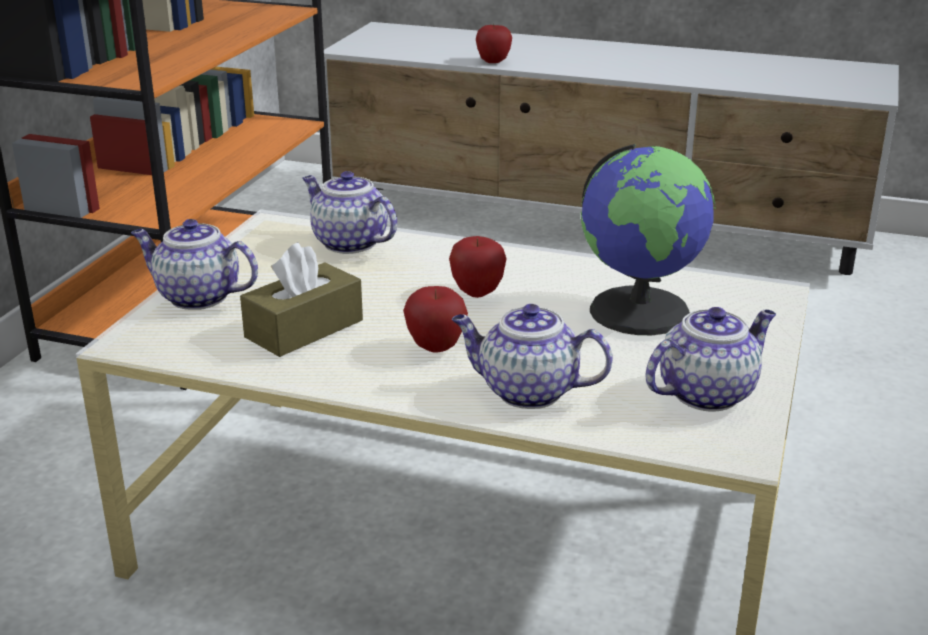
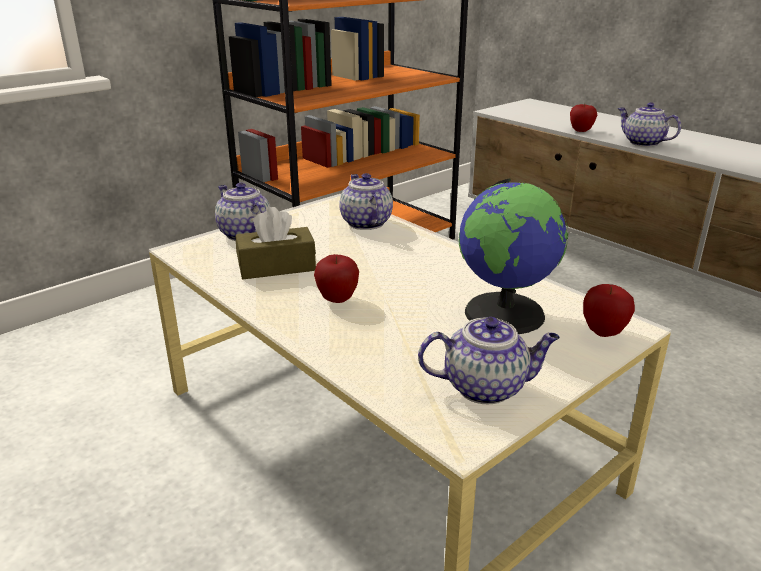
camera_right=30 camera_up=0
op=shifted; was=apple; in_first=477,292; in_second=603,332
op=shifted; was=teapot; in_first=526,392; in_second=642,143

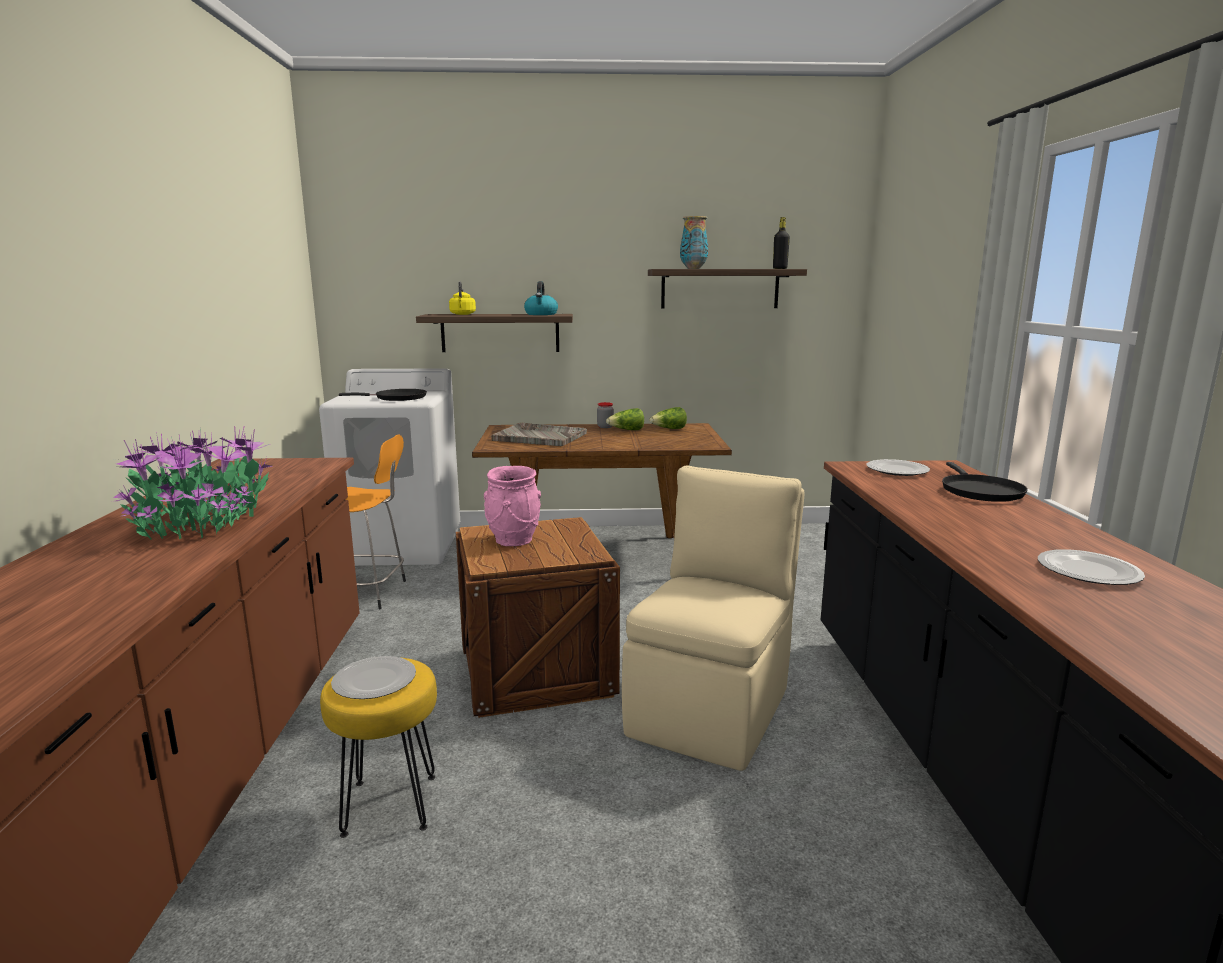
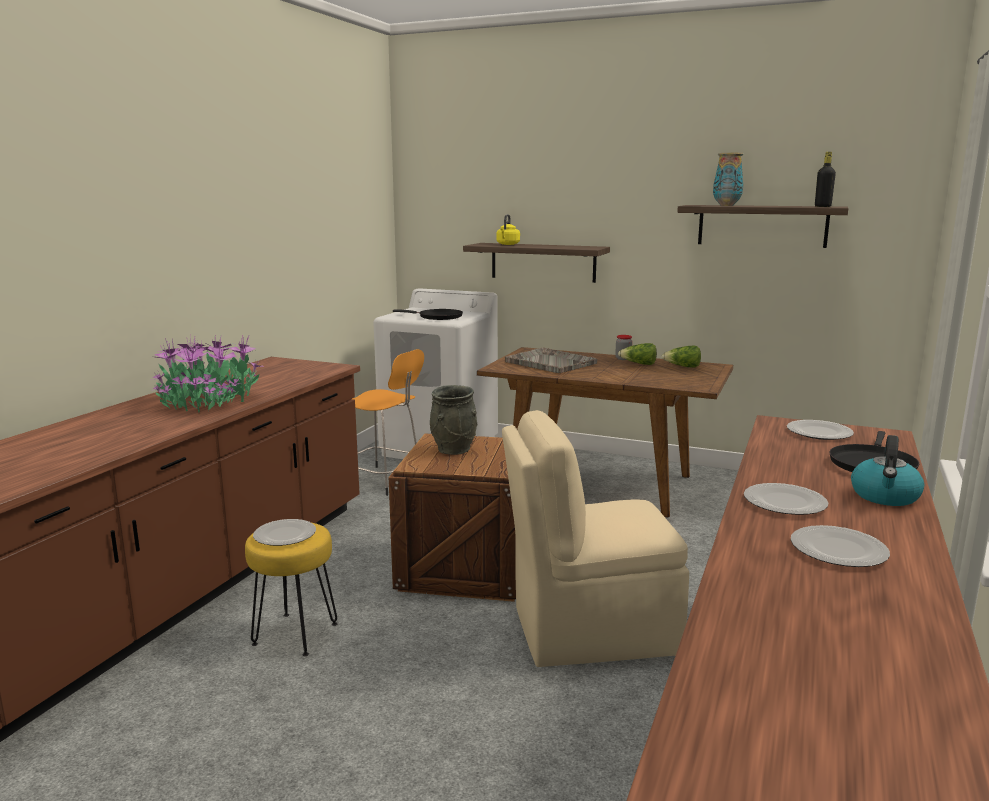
camera_right=25 camera_up=0
op=new; now=plate; in_second=786,502
op=shifted; was=kettle; in_first=541,314; in_second=885,496
op=repainted; was=pink vase; now=grey vase; in_first=513,540; in_second=453,449
op=rotated; was=beige chair; in_first=712,709; in_second=589,630; clockwise=-150

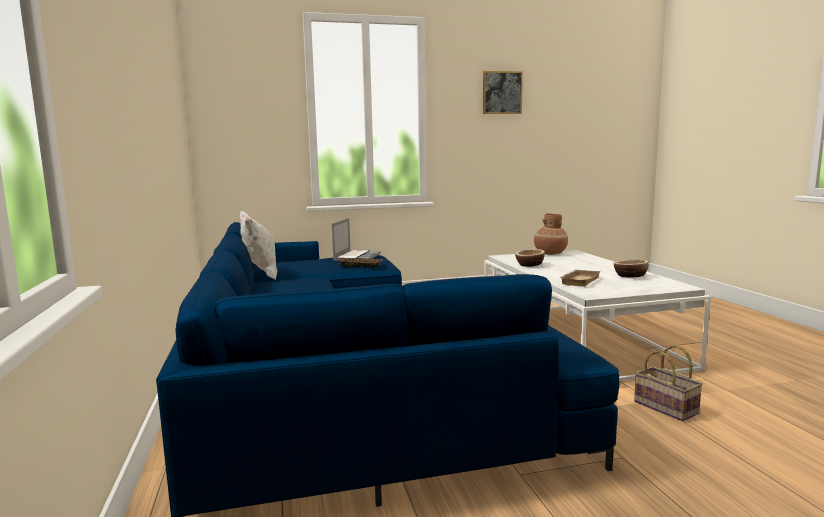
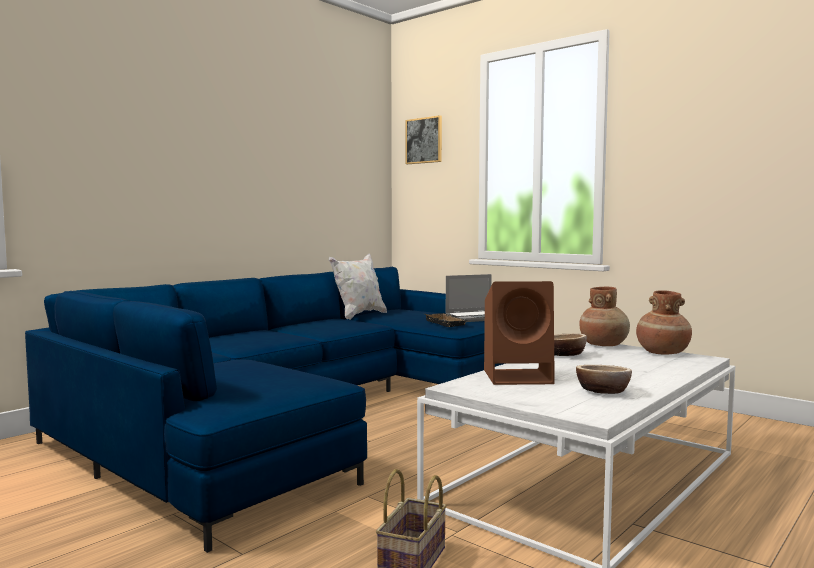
camera_right=55 camera_up=-5
op=new; now=brown vase; in_second=604,345
op=shifted; was=picture; in_first=502,92; in_second=424,140
op=swapped; was=beige tray; now=brown speaker; in_first=578,281; in_second=519,377

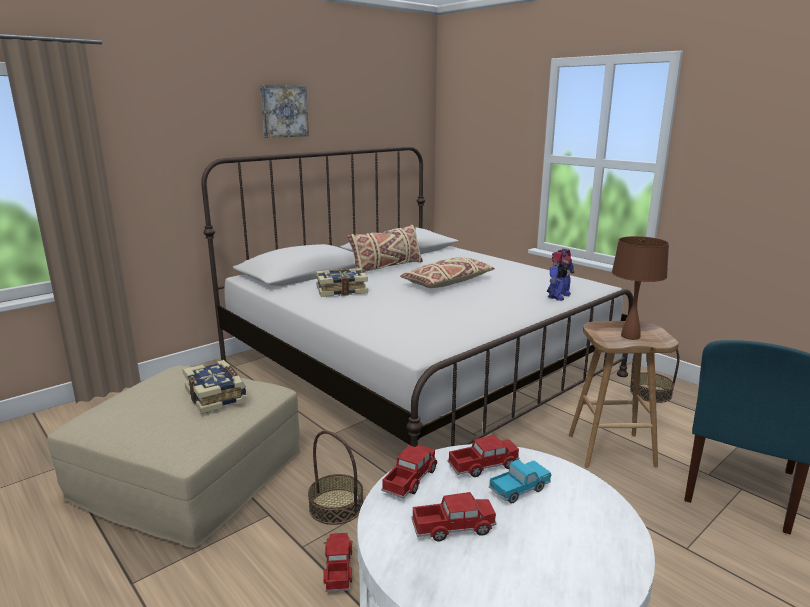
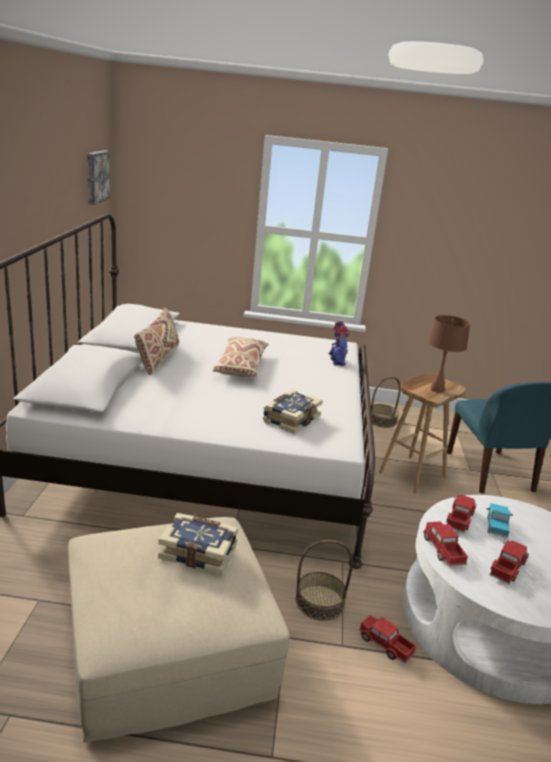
camera_right=-45 camera_up=5
op=shifted; was=picture; in_first=283,111; in_second=96,176
op=shifted; was=book; in_first=341,290; in_second=290,419

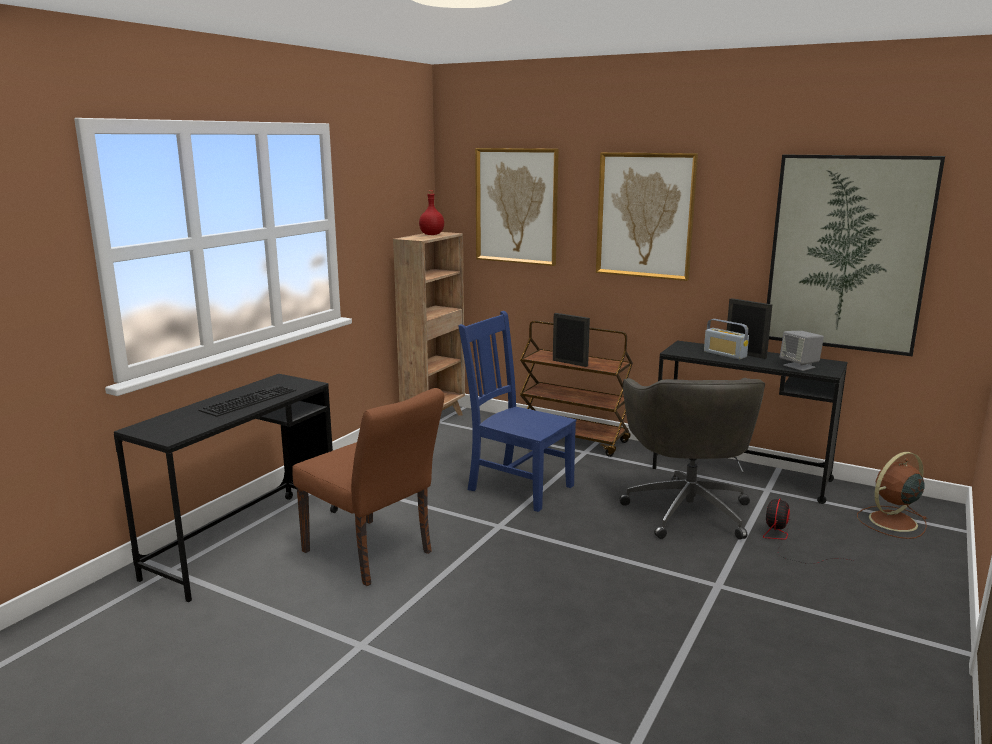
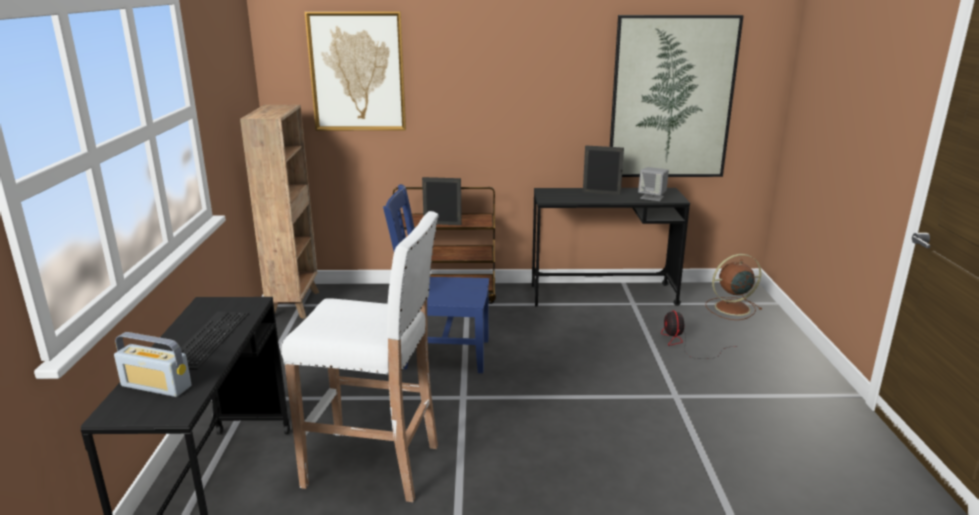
camera_right=-30 camera_up=5
op=gone; was=red bottle; in_first=431,234
op=gone; was=picture; in_first=645,215
op=gone; was=grey office chair; in_first=687,510
op=shifted; was=radio; in_first=725,354; in_second=156,386
op=swapped; was=brown chair; now=white stool; in_first=373,555; in_second=375,466
op=rotated; was=brown fan; in_first=891,522; in_second=731,308; clockwise=45

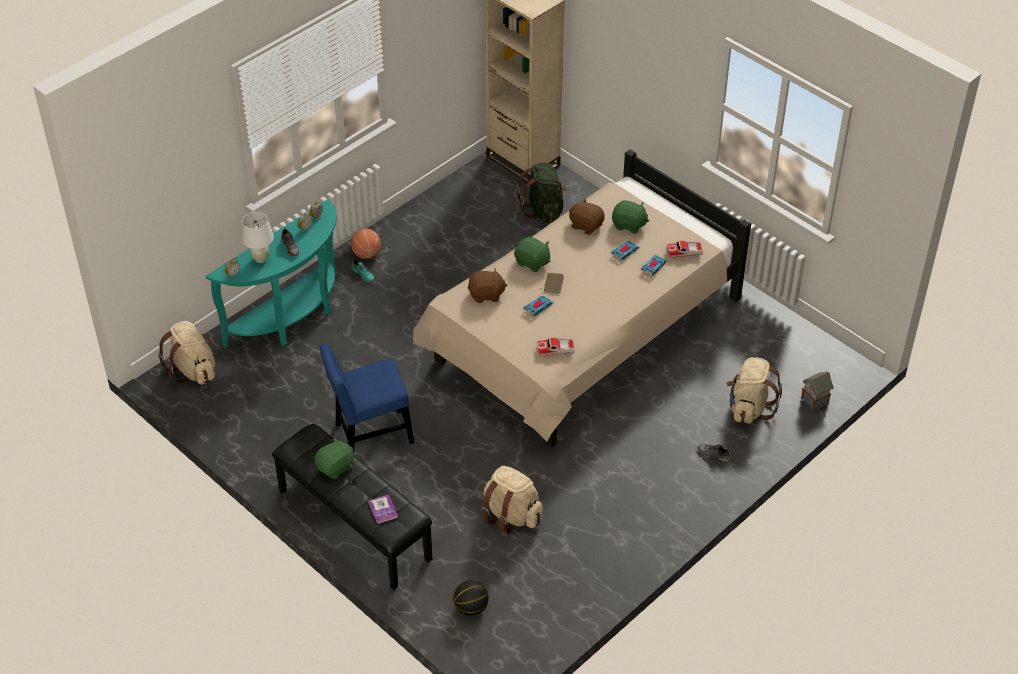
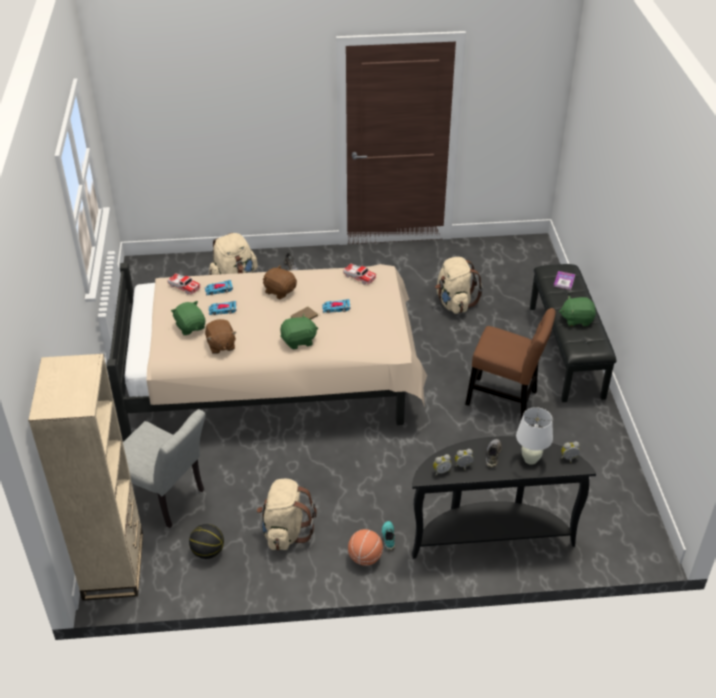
camera_right=-140 camera_up=-5
op=gone; was=toy house; in_first=815,401
op=shifted; was=beige backpack; in_first=193,370; in_second=285,531
op=shifted; was=basketball; in_first=471,607; in_second=208,552
op=shifted; was=brown plush toy; in_first=486,295; in_second=280,291
op=swapped; was=green backpack; now=grey chair; in_first=543,210; in_second=166,499
op=repainted; was=turquoise console table; now=black console table; in_first=291,317; in_second=490,534
op=repainted; was=blue chair; now=brown chair; in_first=370,435; in_second=505,399
op=rotated; was=green plush toy; in_first=532,262; in_second=299,341; clockwise=90

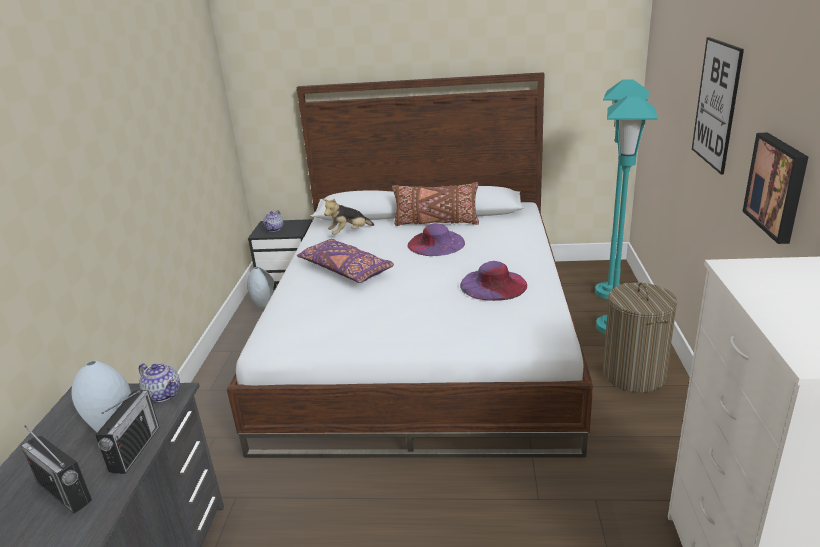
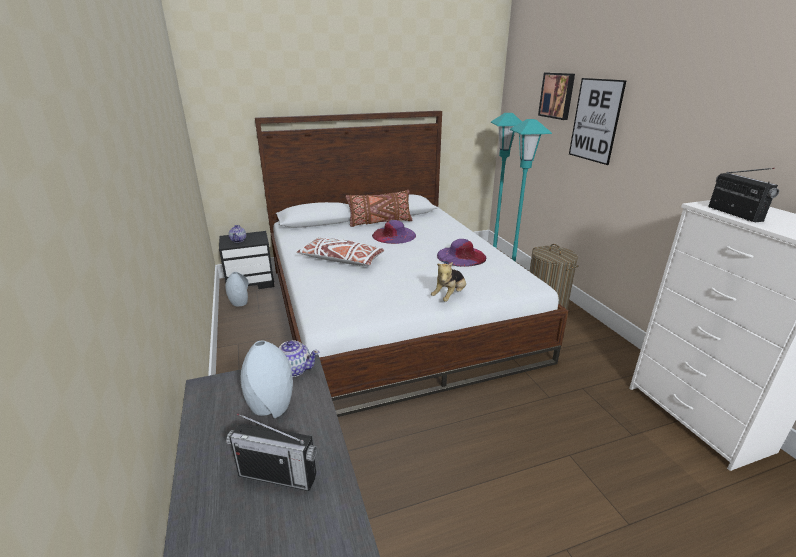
camera_right=-25 camera_up=0
op=shifted; was=radio; in_first=135,449; in_second=734,214
op=shifted; was=plush toy; in_first=349,233; in_second=449,296
op=shifted; was=picture; in_first=778,186; in_second=557,95
op=repainted; was=purple pillow; now=white pillow; in_first=346,271; in_second=341,260

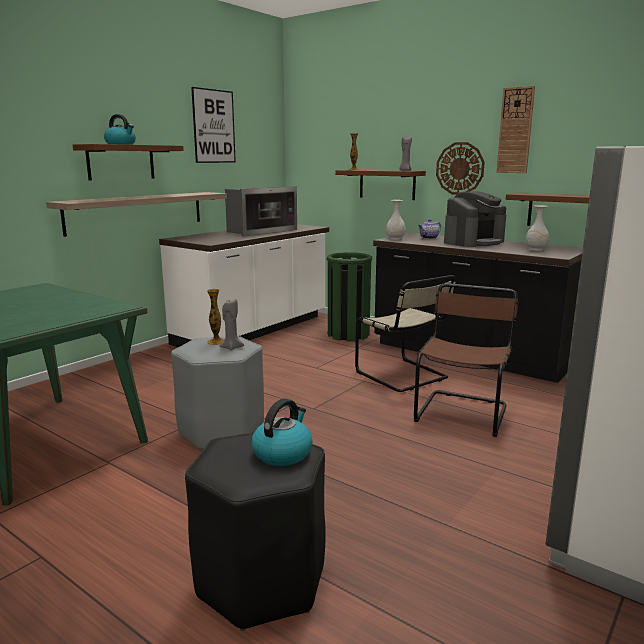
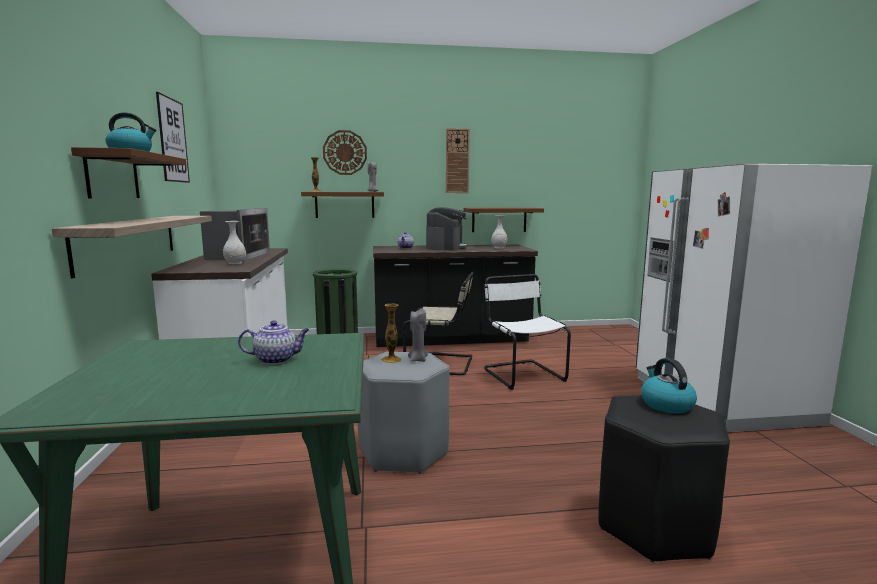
camera_right=-45 camera_up=-5
op=new; now=teapot; in_second=276,359
op=shifted; was=white vase; in_first=395,239; in_second=235,263
op=shifted; was=wall clock; in_first=460,168; in_second=345,152
op=repainted; was=brown chair; now=white chair; in_first=462,412; in_second=522,374

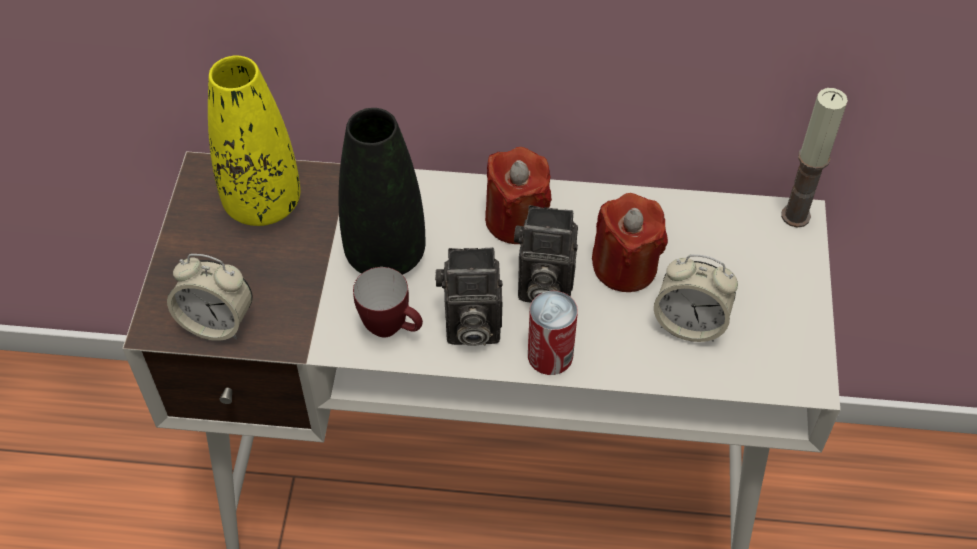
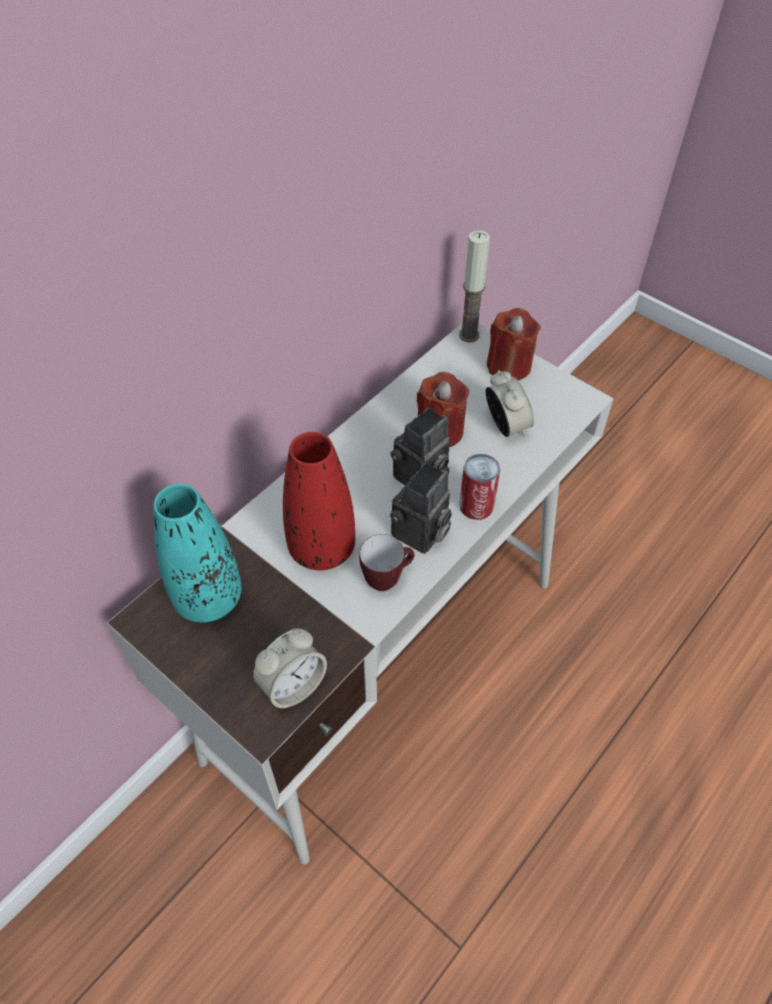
camera_right=-55 camera_up=0
op=shifted; was=red candle; in_first=516,220; in_second=509,365
op=repainted; was=yellow vase; now=turquoise vase; in_first=263,204; in_second=208,598
op=repainted; was=black vase; now=red vase; in_first=385,255; in_second=322,548
op=rotated; was=alarm clock; in_first=690,323; in_second=506,426; clockwise=-75

